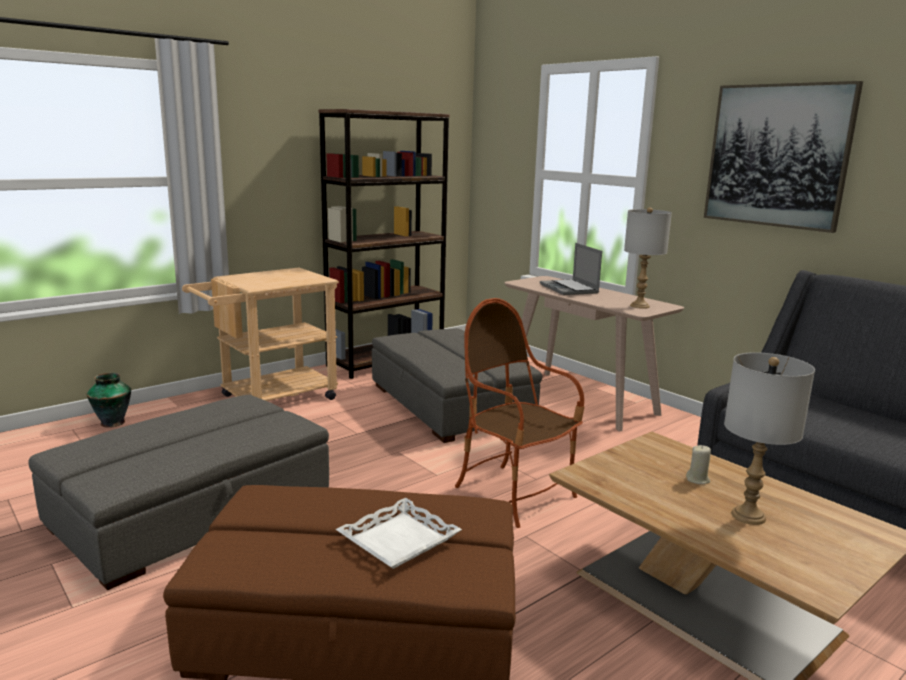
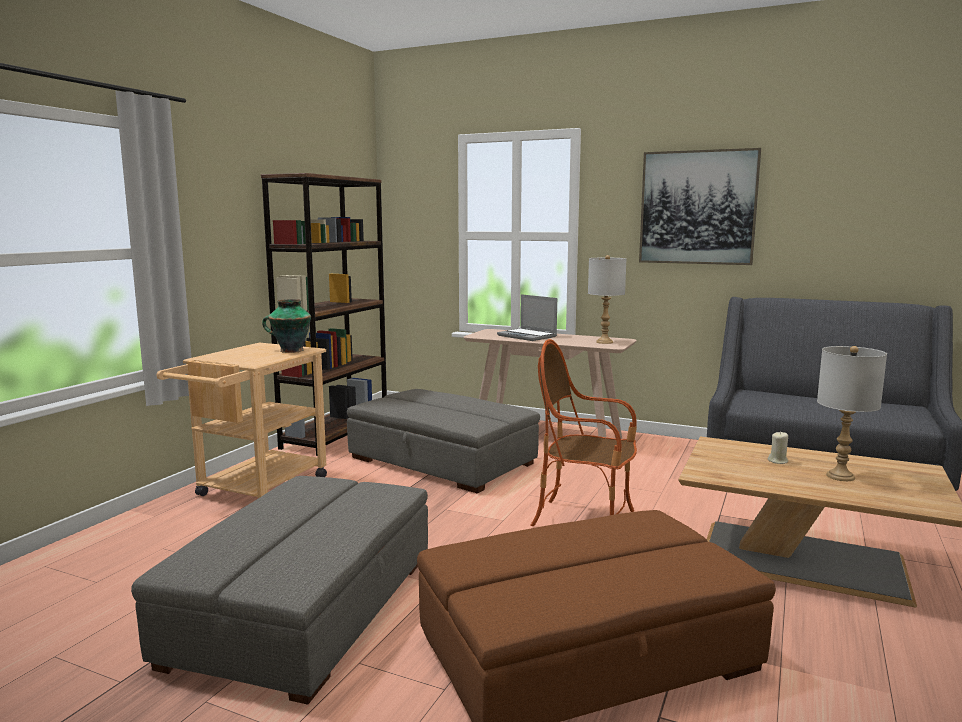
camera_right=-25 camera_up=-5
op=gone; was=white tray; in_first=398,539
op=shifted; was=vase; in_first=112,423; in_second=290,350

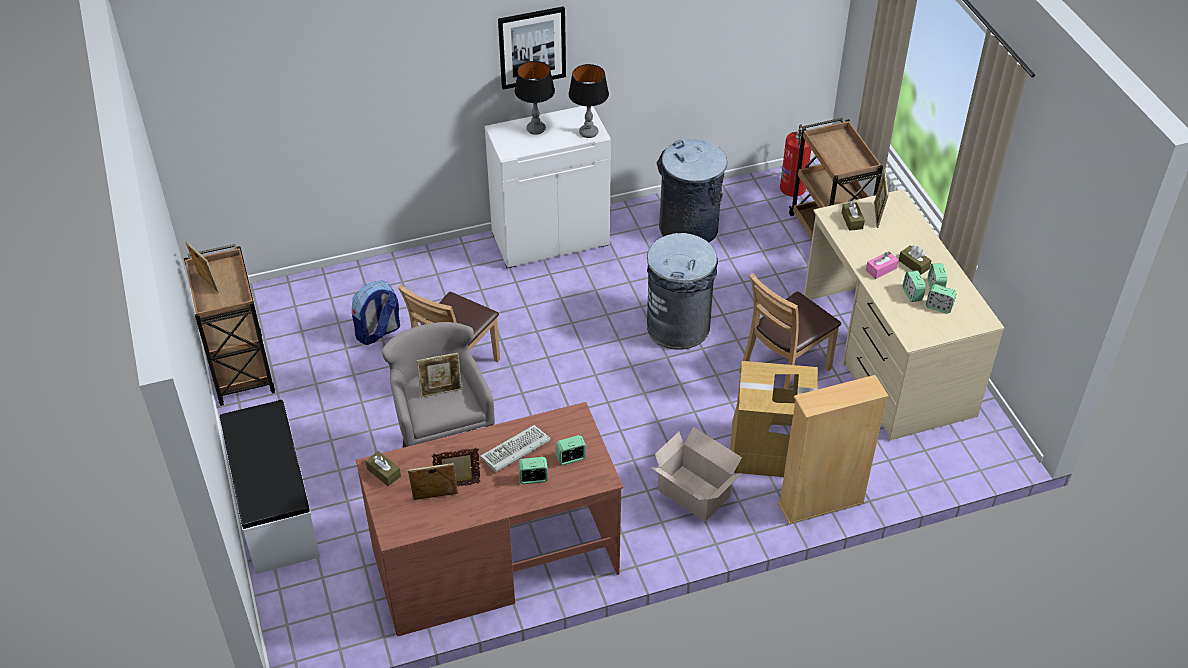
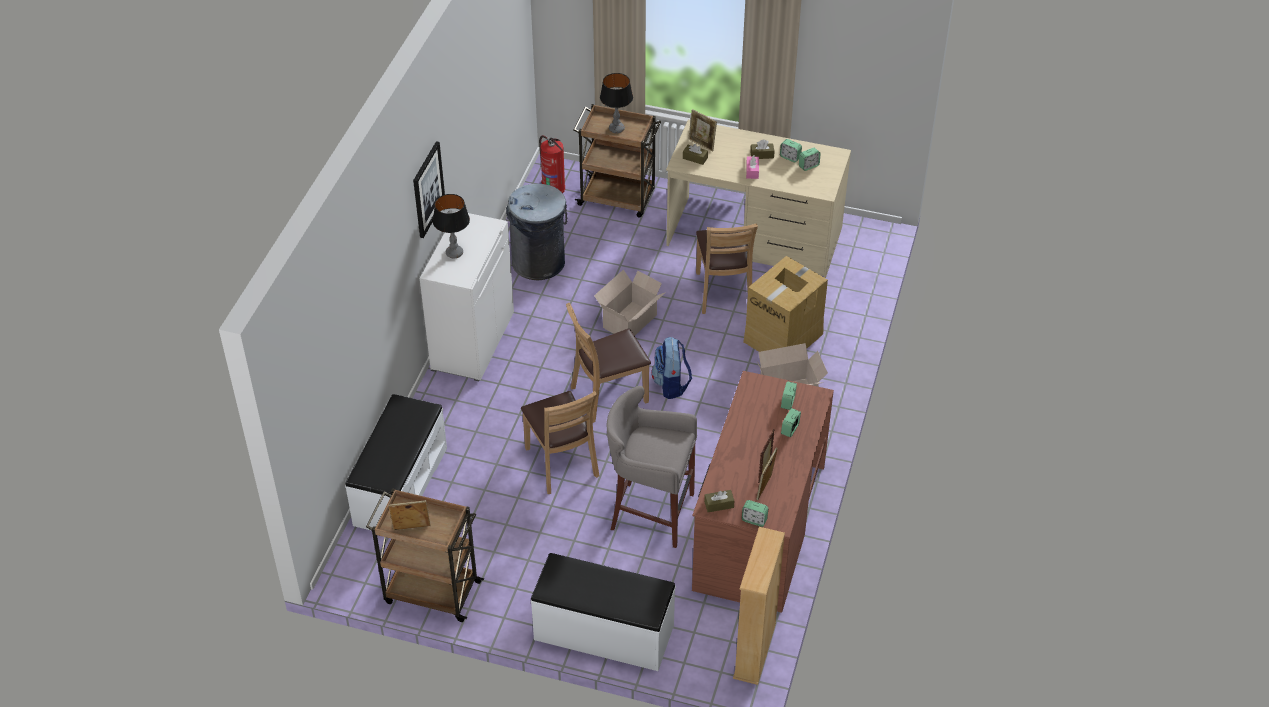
camera_right=-55 camera_up=0
op=gone; was=picture frame; in_first=441,391
op=gone; was=keyboard; in_first=514,451
op=new; now=white bench; in_second=400,486
op=new; now=brown chair; in_second=608,396
op=shifted; was=backpack; in_first=378,333; in_second=671,384
op=shifted; was=table lamp; in_first=589,133; in_second=616,129
op=shifted; was=beige bookcase; in_first=821,503; in_second=755,651
op=shifted; was=alarm clock; in_first=912,294; in_second=754,520
op=swapped; was=grey trash can; now=cardboard box; in_first=678,327; in_second=631,320

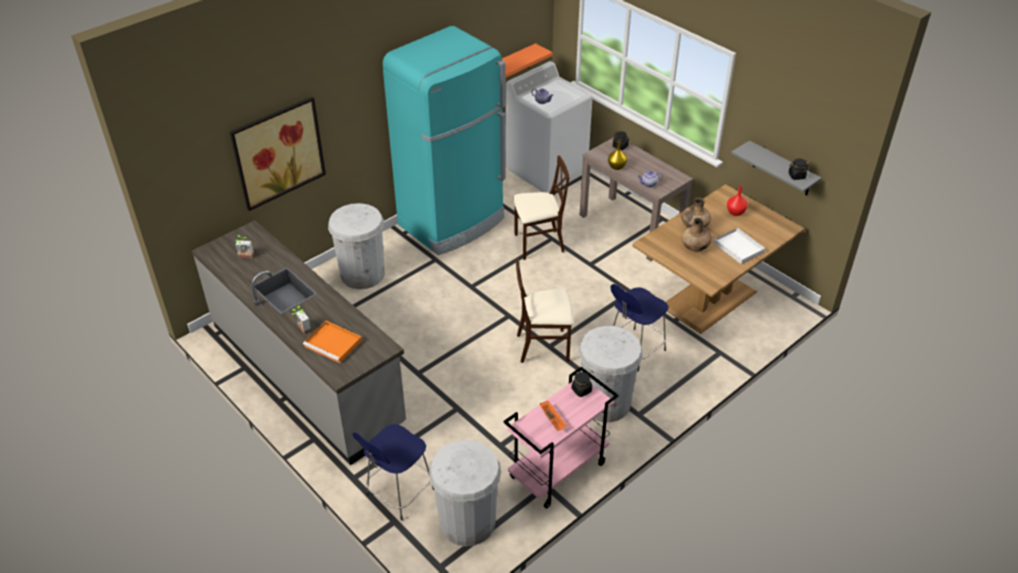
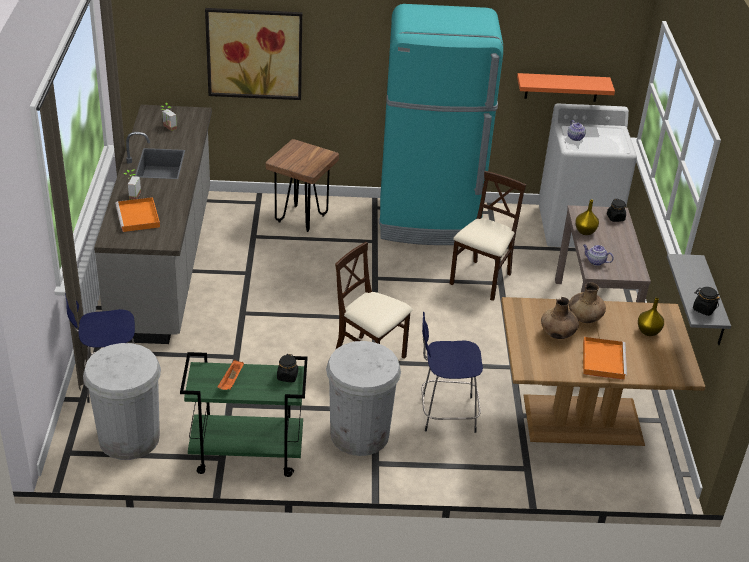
camera_right=40 camera_up=-5
op=swapped; was=white trash can; now=brown stool; in_first=362,274; in_second=301,218
op=repainted; was=pink cart; now=green cart; in_first=558,472; in_second=245,455
op=repainted; was=white tray; now=orange tray; in_first=738,247; in_second=603,359
op=repainted; was=red vase; now=yellow vase; in_first=736,212; in_second=648,332
op=rotated; was=beige chair; in_first=538,244; in_second=481,280; clockwise=-90

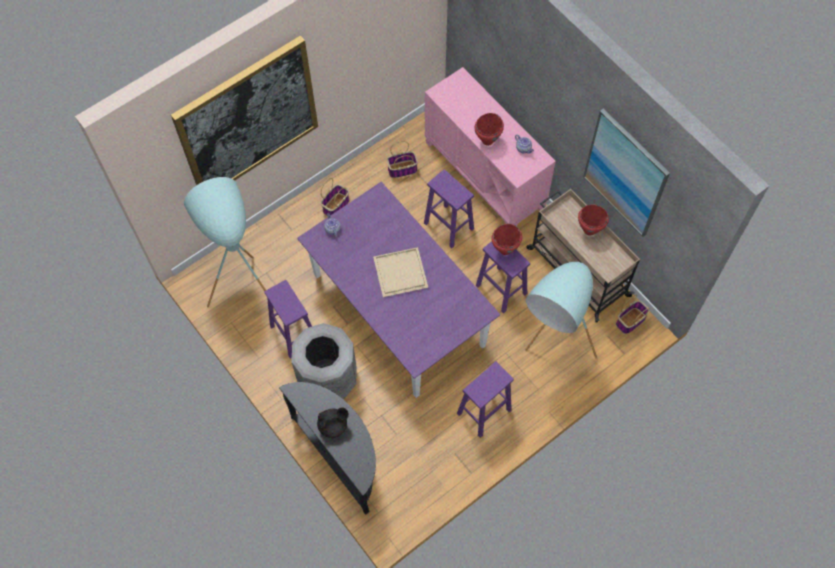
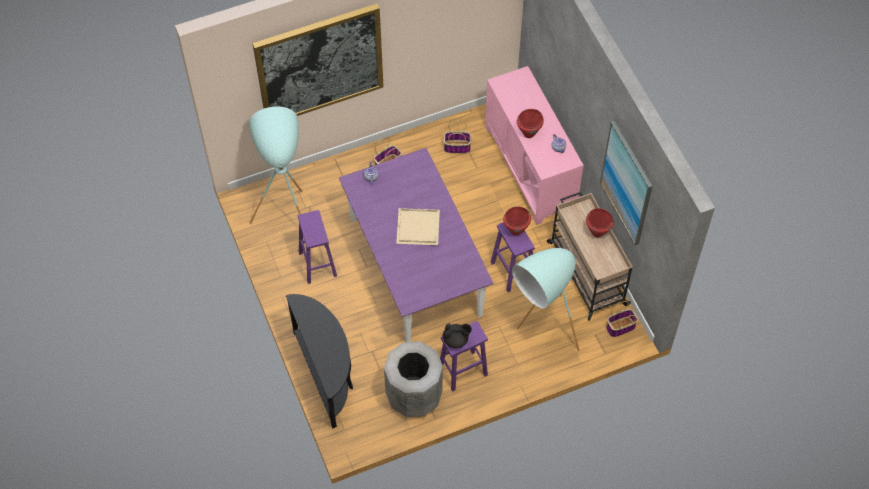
camera_right=15 camera_up=-5
op=gone; was=purple stool; in_first=449,226
op=shifted; was=grey trash can; in_first=328,379; in_second=414,396
op=shifted; was=black teapot; in_first=333,426; in_second=456,340

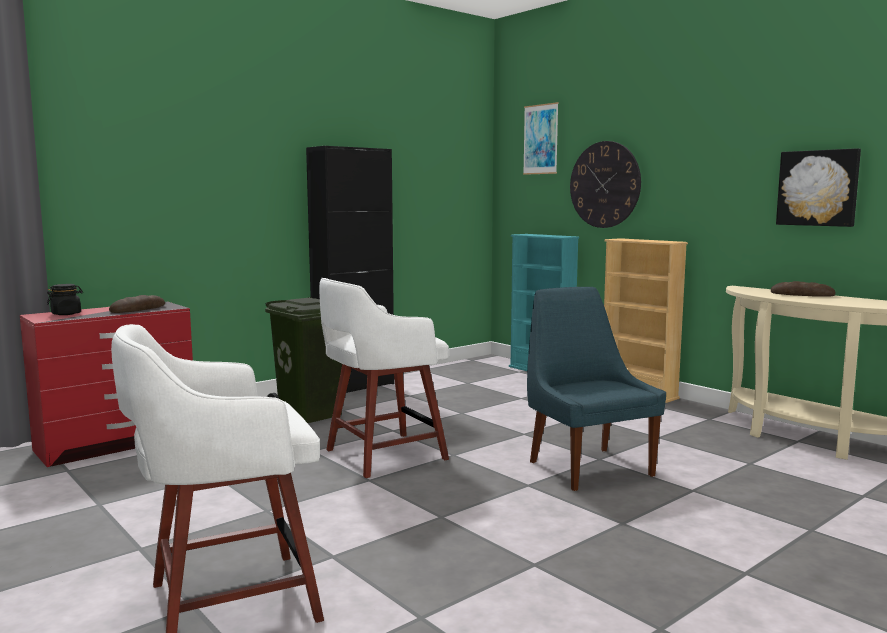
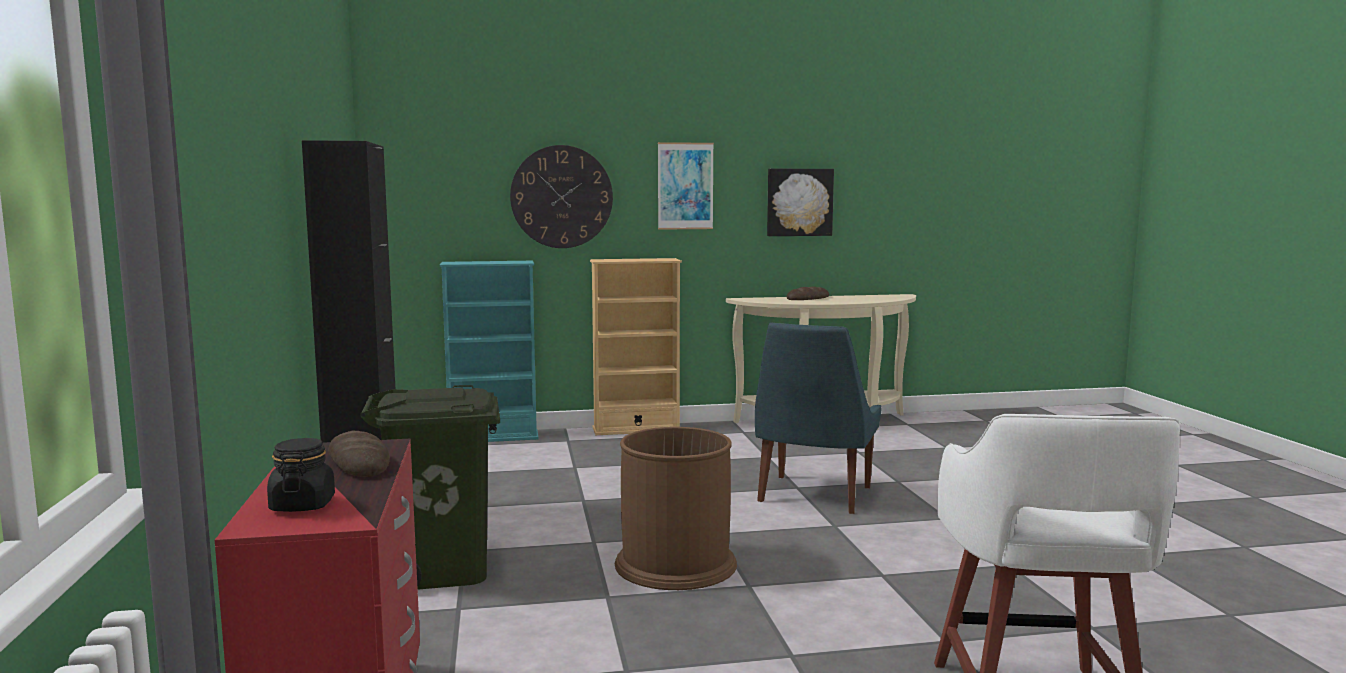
camera_right=-60 camera_up=0
op=shifted; was=picture; in_first=540,139; in_second=685,186
op=swapped; was=white stool; now=brown trash can; in_first=382,455; in_second=675,564
op=rotated; was=blue chair; in_first=587,467; in_second=813,496; clockwise=-75

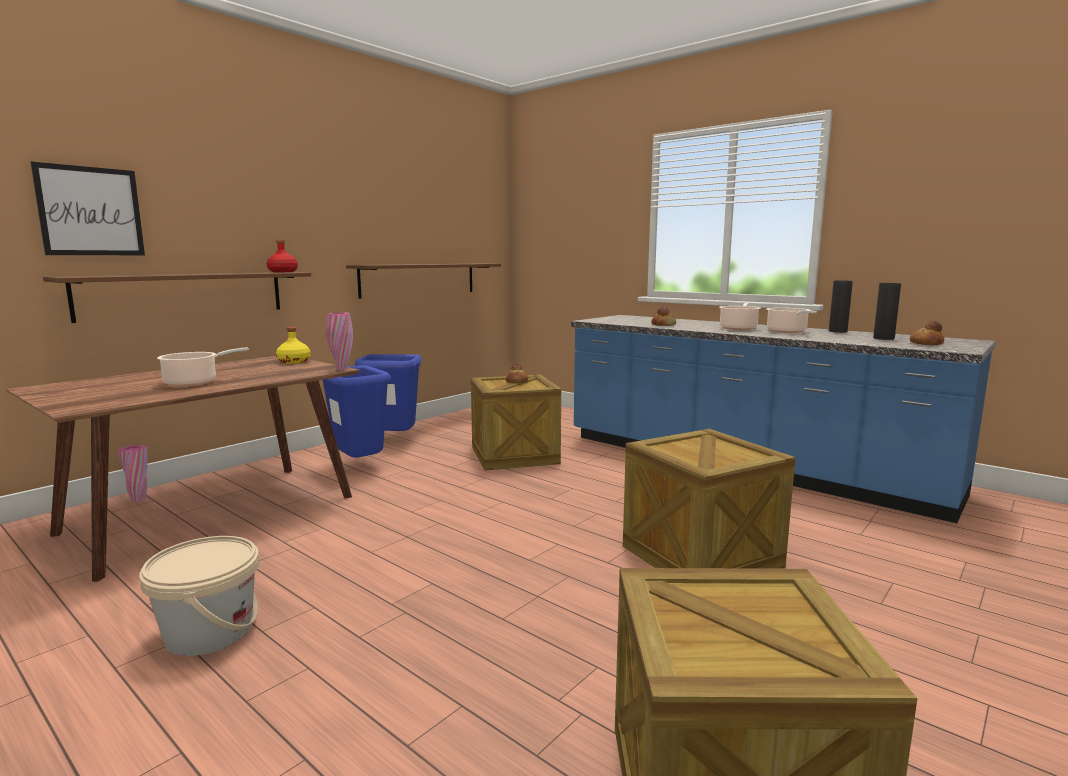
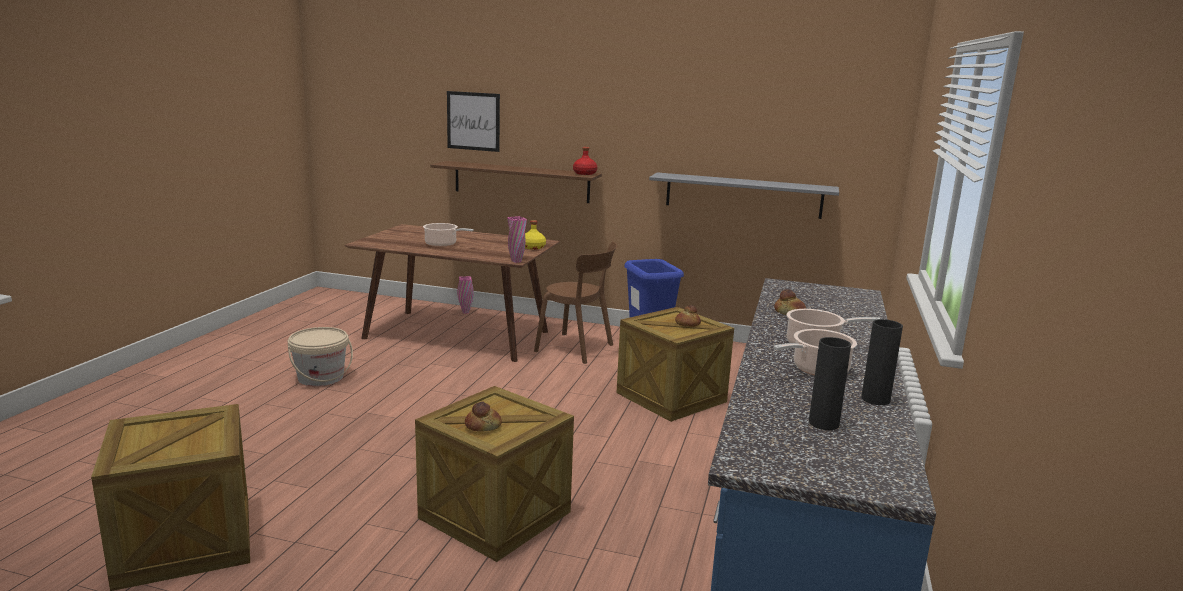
camera_right=65 camera_up=5
op=shifted; was=bread; in_first=925,343; in_second=483,425
op=swapped; was=blue trash can; now=brown chair; in_first=360,466; in_second=577,349
op=repainted; was=brown shelf; now=grey shelf; in_first=419,279; in_second=743,195

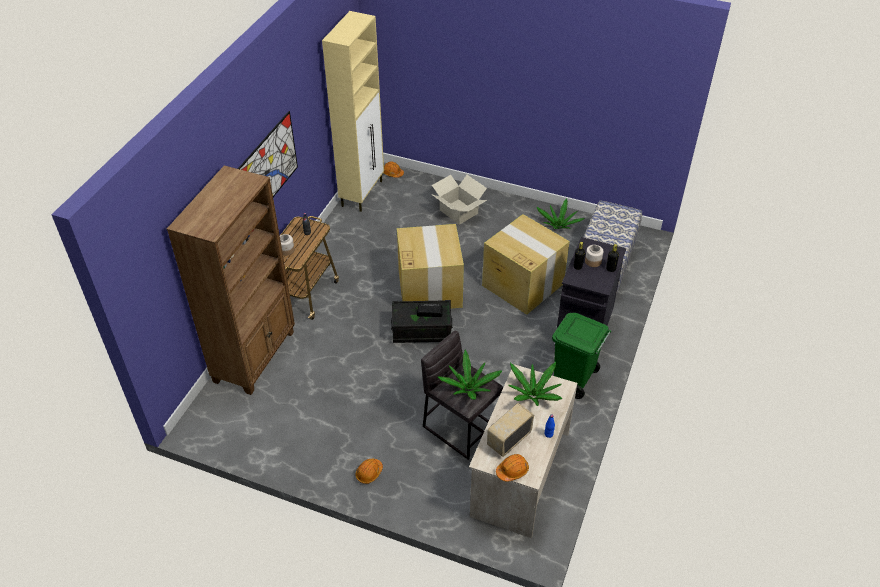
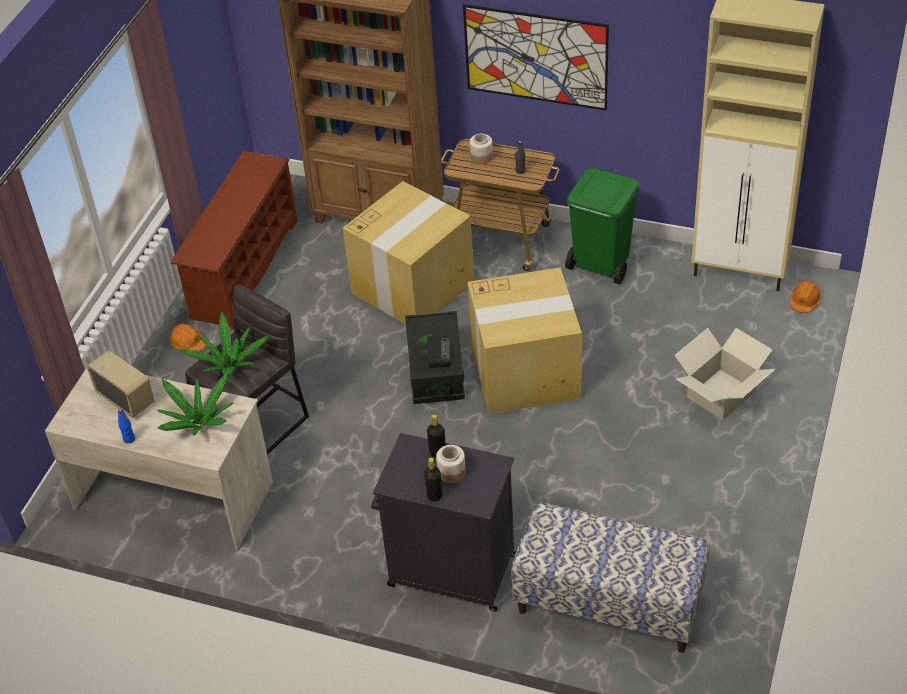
camera_right=90 camera_up=0
op=gone; was=orange hard hat; in_first=512,470
op=gone; was=potted plant; in_first=558,225
op=new; now=brown shoe rack; in_second=243,268
op=shifted; was=cardboard box; in_first=522,284; in_second=414,286
op=shifted; was=green trash can; in_first=573,380; in_second=600,265

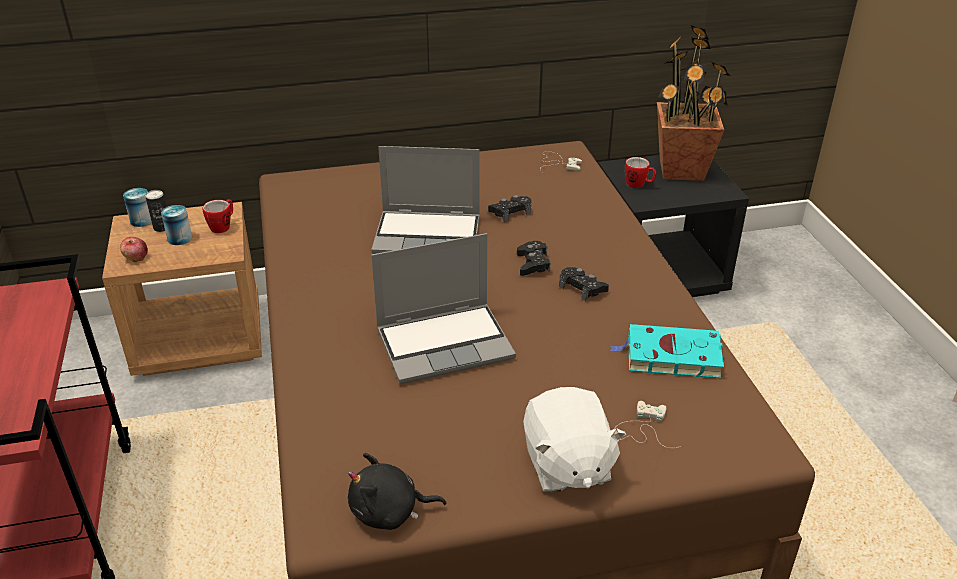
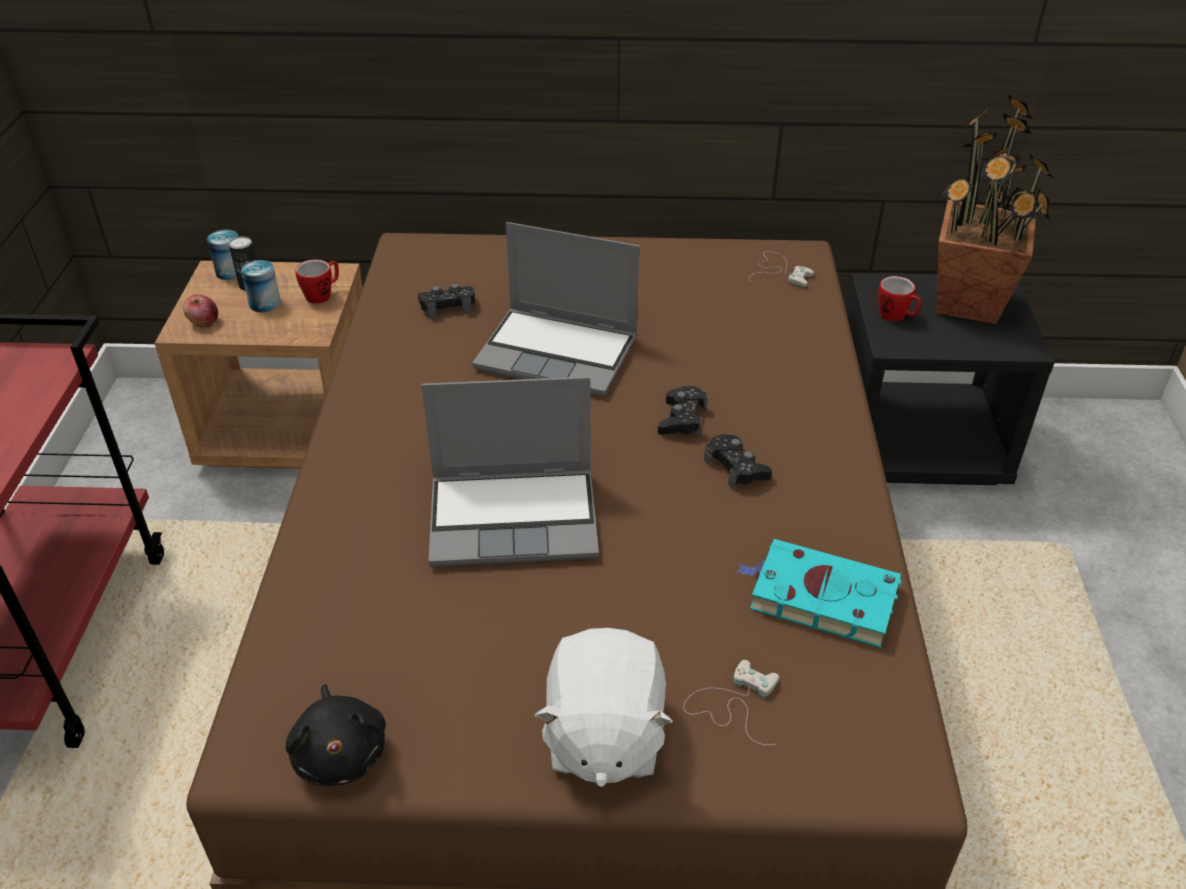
camera_right=15 camera_up=5
op=shifted; was=black game controller; in_first=510,212; in_second=447,306
op=rotated; was=black plush toy; in_first=389,512; in_second=340,752; clockwise=-120

